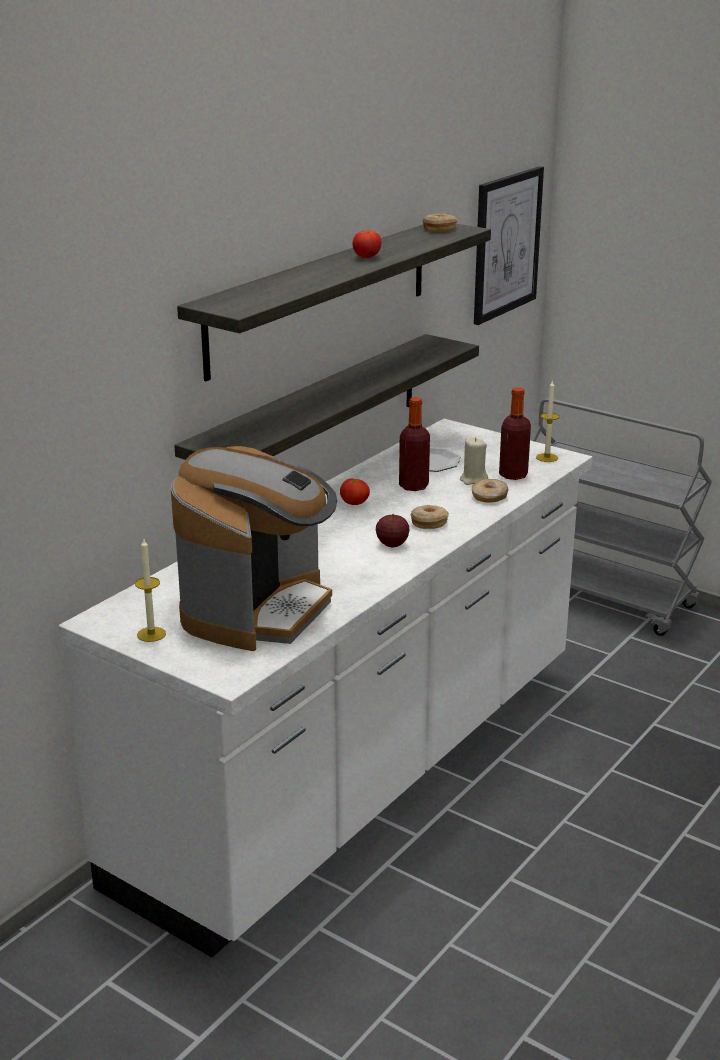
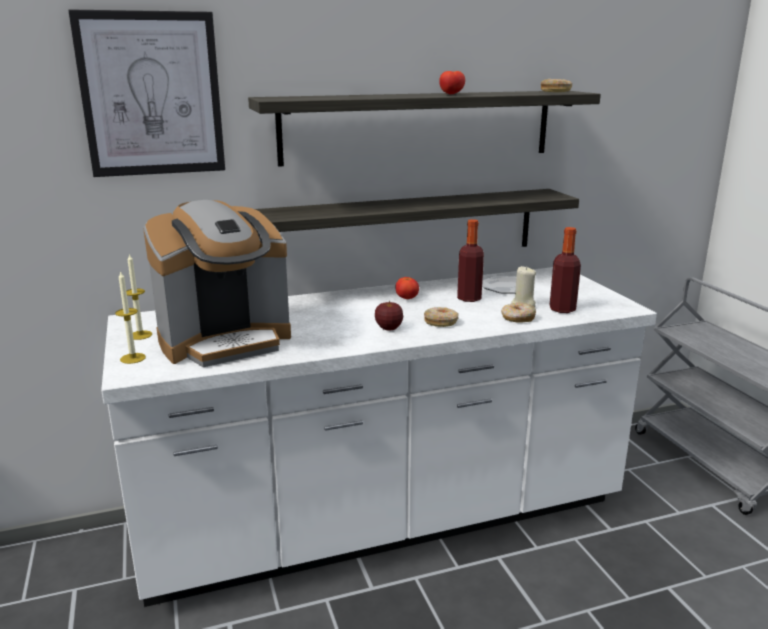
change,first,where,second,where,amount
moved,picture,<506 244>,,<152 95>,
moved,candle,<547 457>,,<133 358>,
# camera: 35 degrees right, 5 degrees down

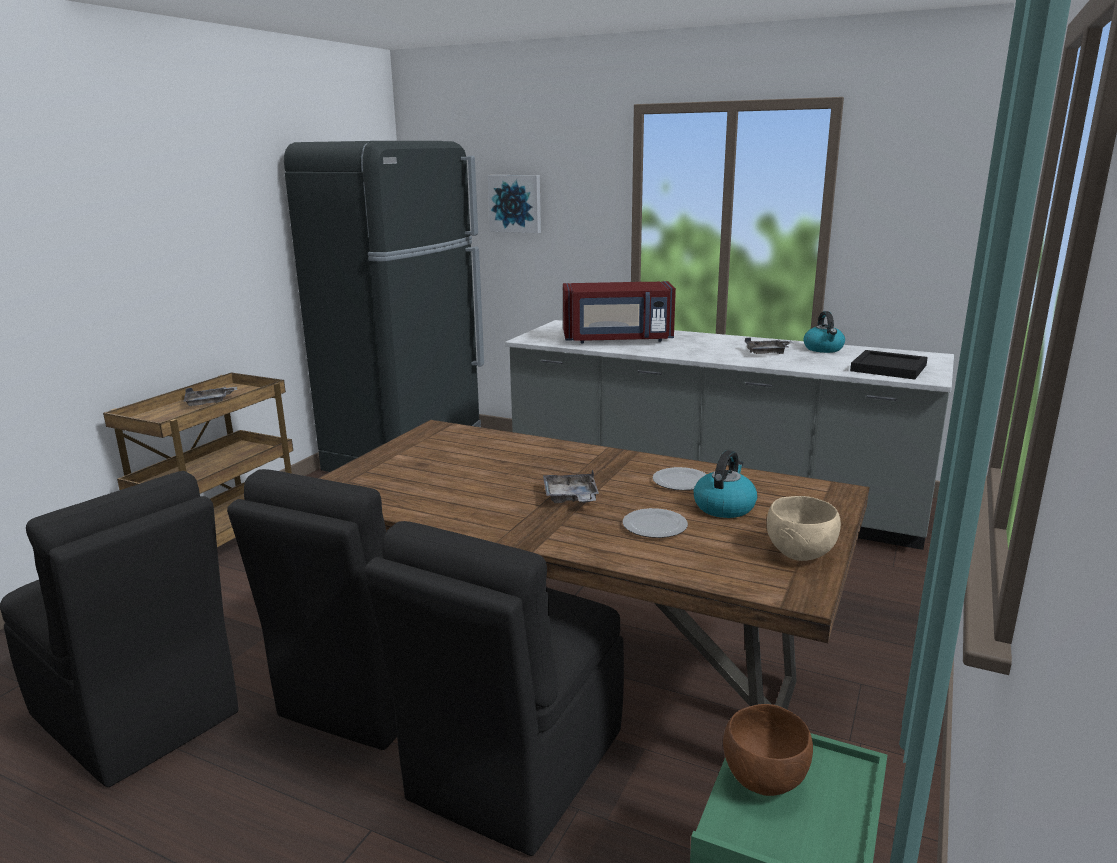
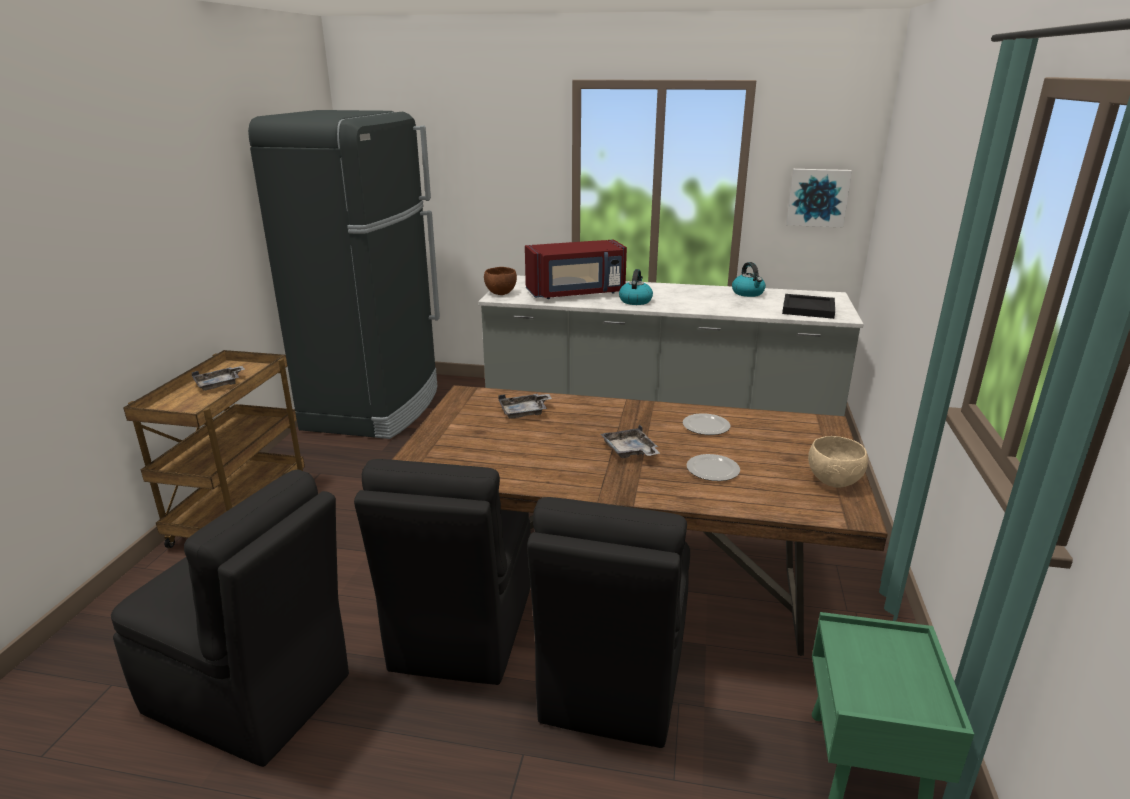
change,first,where,second,where,amount
moved,picture,<515 203>,,<817 197>,
moved,kettle,<724 507>,,<635 301>,
moved,bowl (brown),<763 780>,,<500 293>,
moved,tray (grey),<768 353>,,<525 412>,
# camera: 15 degrees left, 5 degrees up

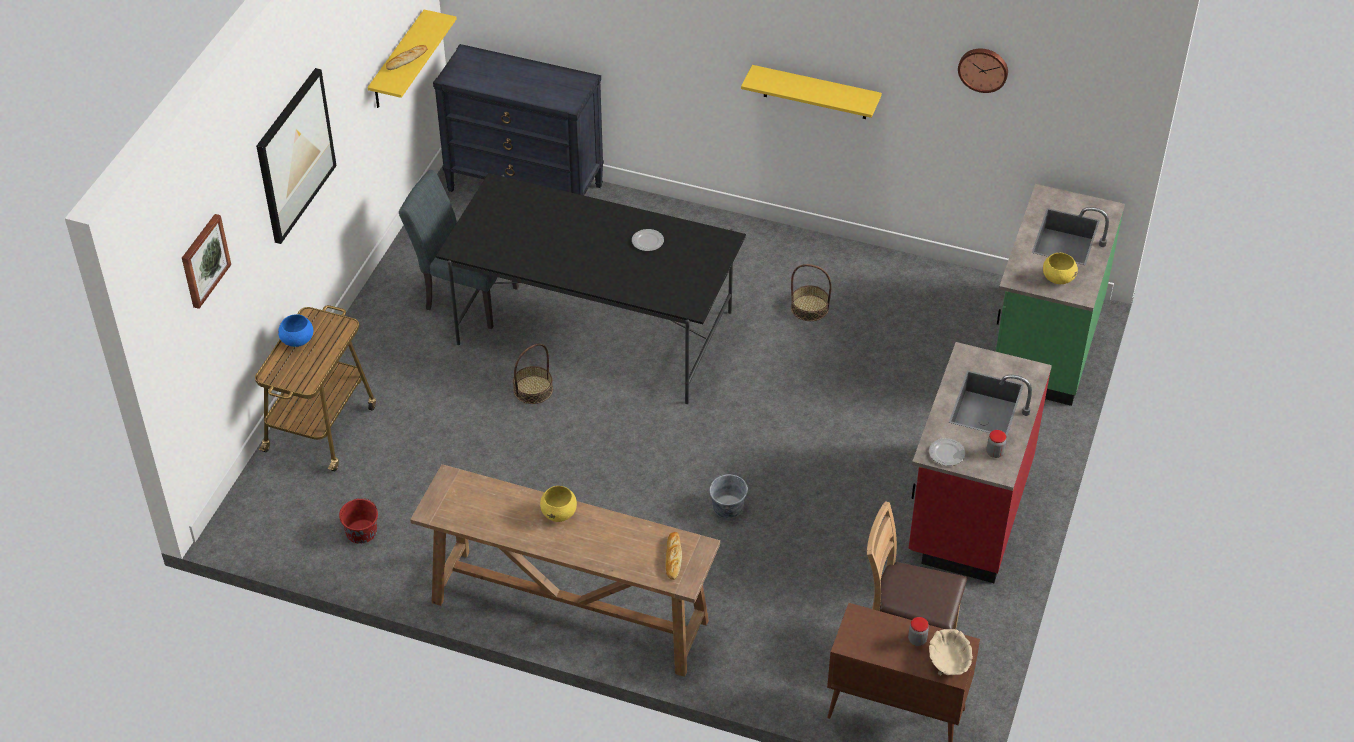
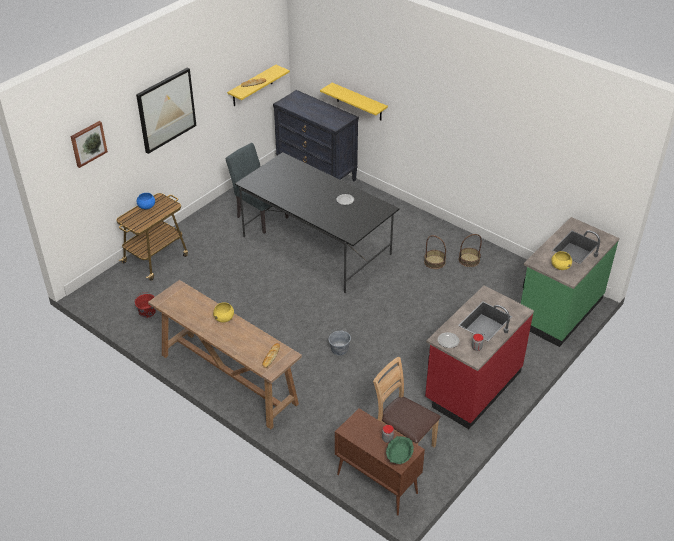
change,first,where,second,where,amount
moved,basket,<533 390>,,<469 260>,
moved,shelf (yellow),<815 92>,,<359 102>,
recoloured,bowl (beige),<949 664>,bowl (green),<399 457>,
removed,wall clock,<983 69>,,,
# camera: 20 degrees right, 5 degrees down

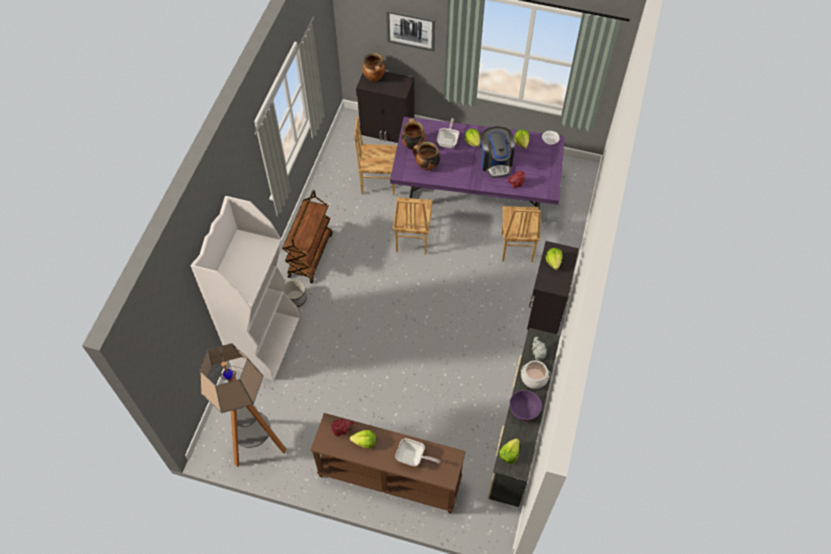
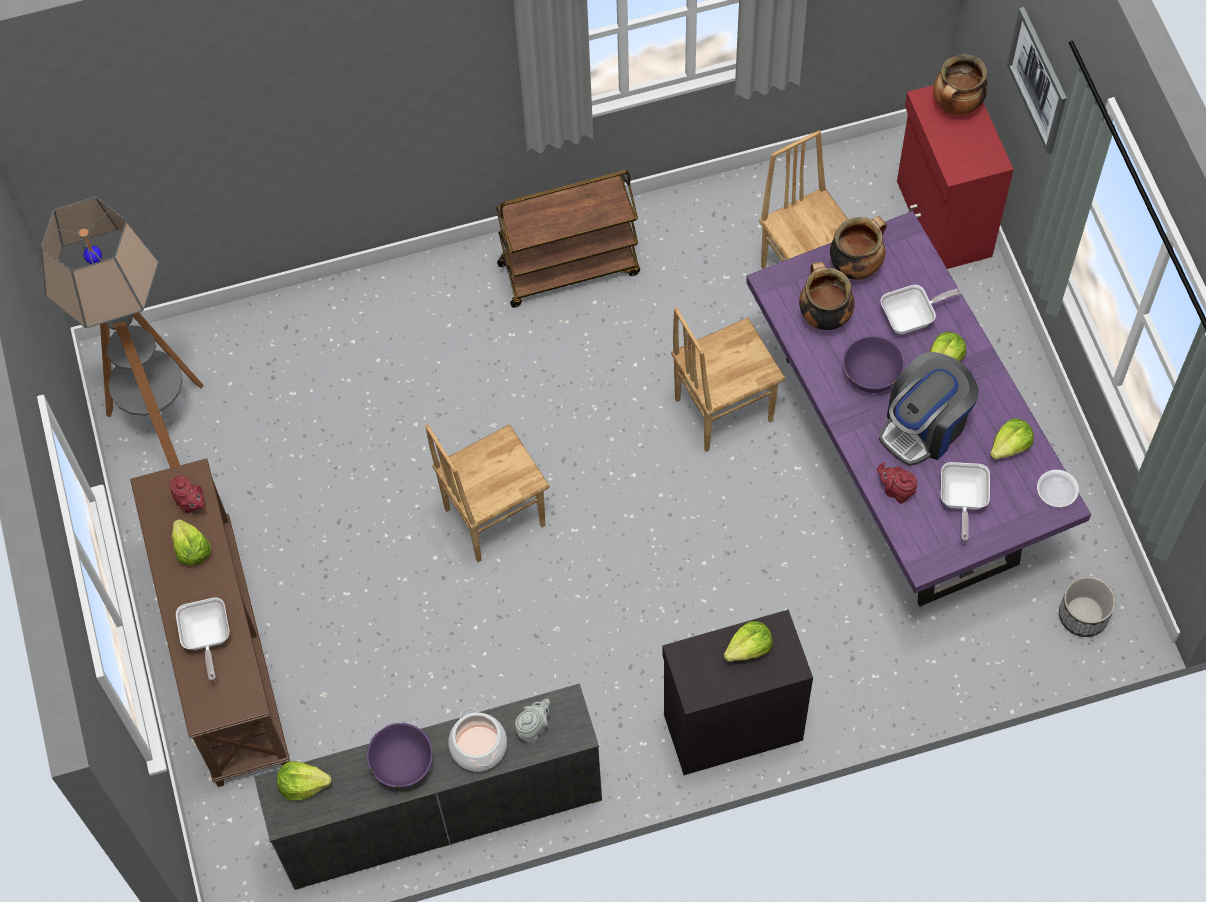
change,first,where,second,where,amount
removed,bookcase (white),<266 343>,,,
moved,planter,<296 298>,,<1083 615>,
recoloured,cabinet (black),<387 131>,cabinet (red),<942 220>,
moved,chair (brown),<516 247>,,<493 516>,
added,,,bowl (purple),<871 375>,
added,,,frying pan,<961 501>,
# camera: 60 degrees right, 5 degrees up

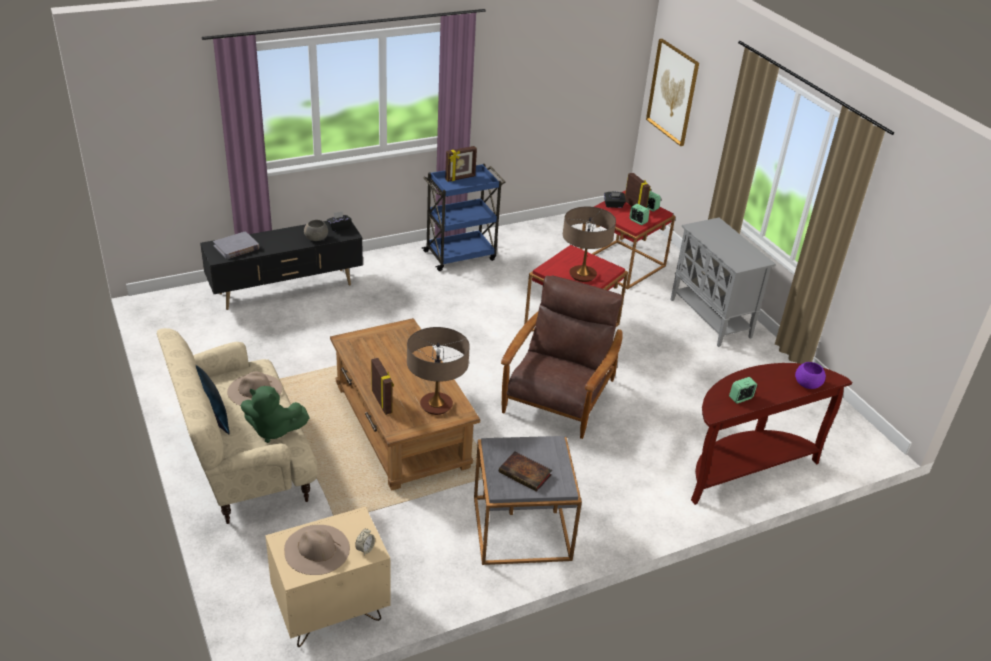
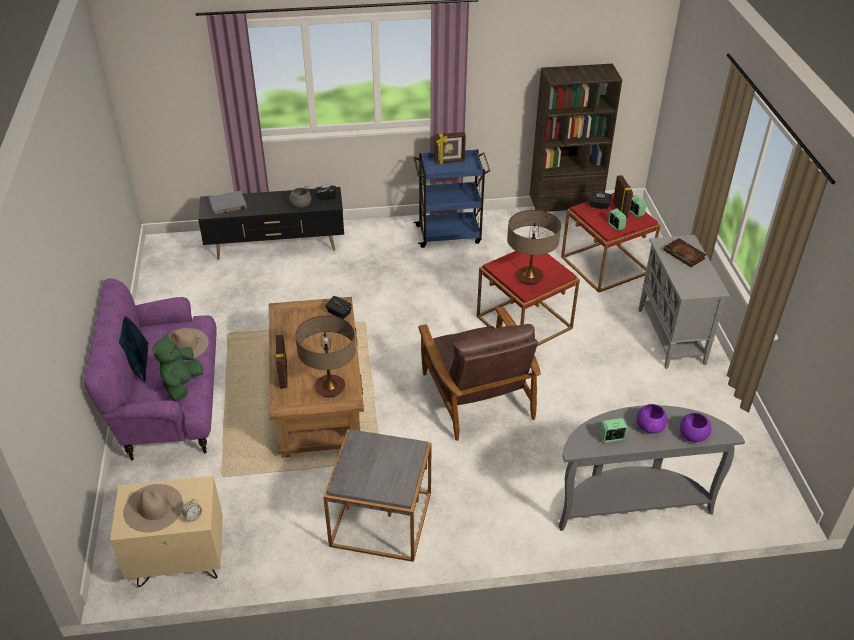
change,first,where,second,where,amount
recoloured,sofa (beige),<243 461>,sofa (purple),<170 404>,
turned,plush toy (green),<273 430>,,<182 385>,75 degrees clockwise
moved,book,<526 474>,,<685 255>,
turned,armchair (brown),<558 397>,,<476 394>,120 degrees clockwise
removed,picture,<673 92>,,,
recoloured,console table (brown),<744 468>,console table (grey),<630 503>,
added,,,tissue box (black),<339 313>,
added,,,bookcase (brown),<564 214>,
added,,,bowl (purple),<650 426>,
# camera: 20 degrees right, 5 degrees up

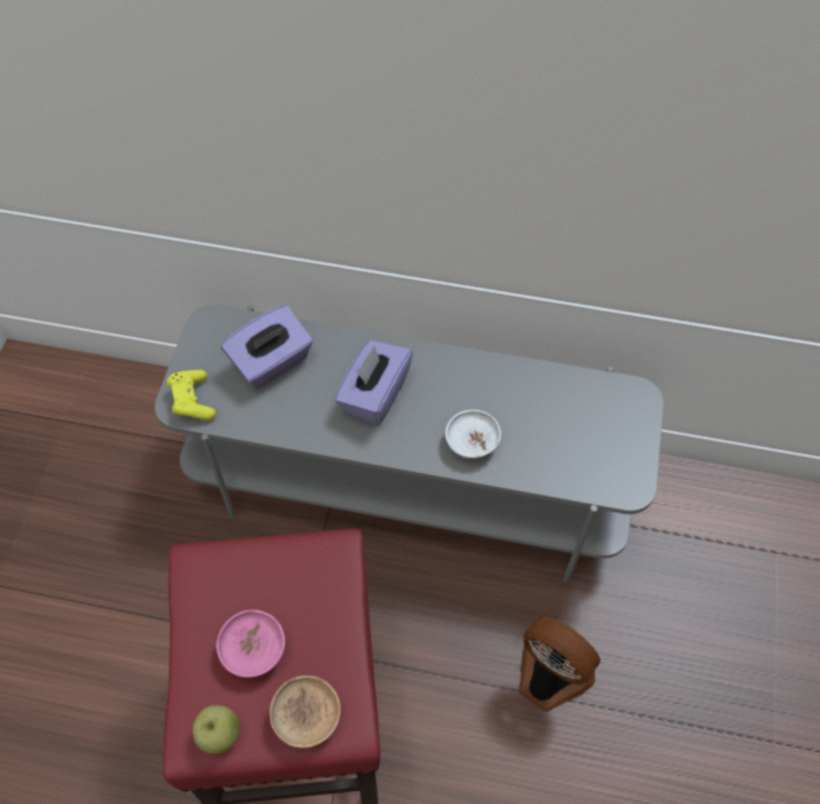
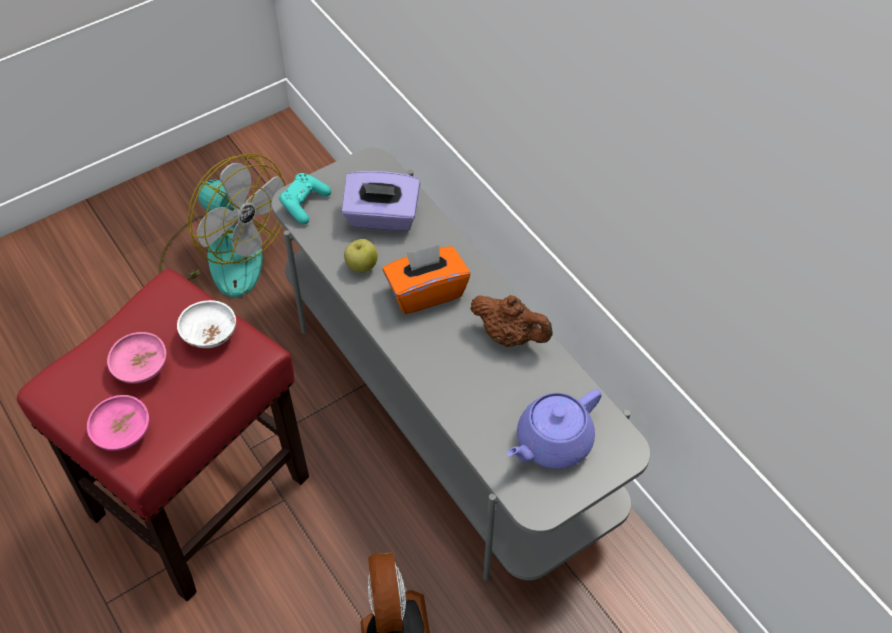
change,first,where,second,where,amount
recoloured,game controller (yellow),<192 401>,game controller (turquoise),<304 204>,
moved,apple,<219 734>,,<361 266>,
recoloured,bowl (brown),<307 716>,bowl (pink),<122 432>,
recoloured,tissue box (purple),<374 394>,tissue box (orange),<426 292>,
moved,bowl (white),<471 442>,,<209 334>,
added,,,fan,<223 253>,
added,,,teapot (brown),<510 336>,
added,,,teapot (purple),<552 443>,
# camera: 45 degrees right, 5 degrees down

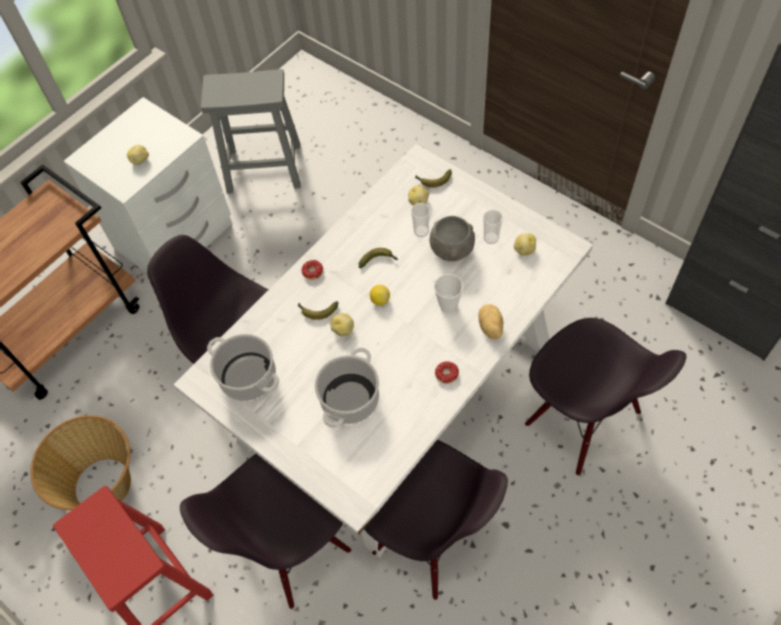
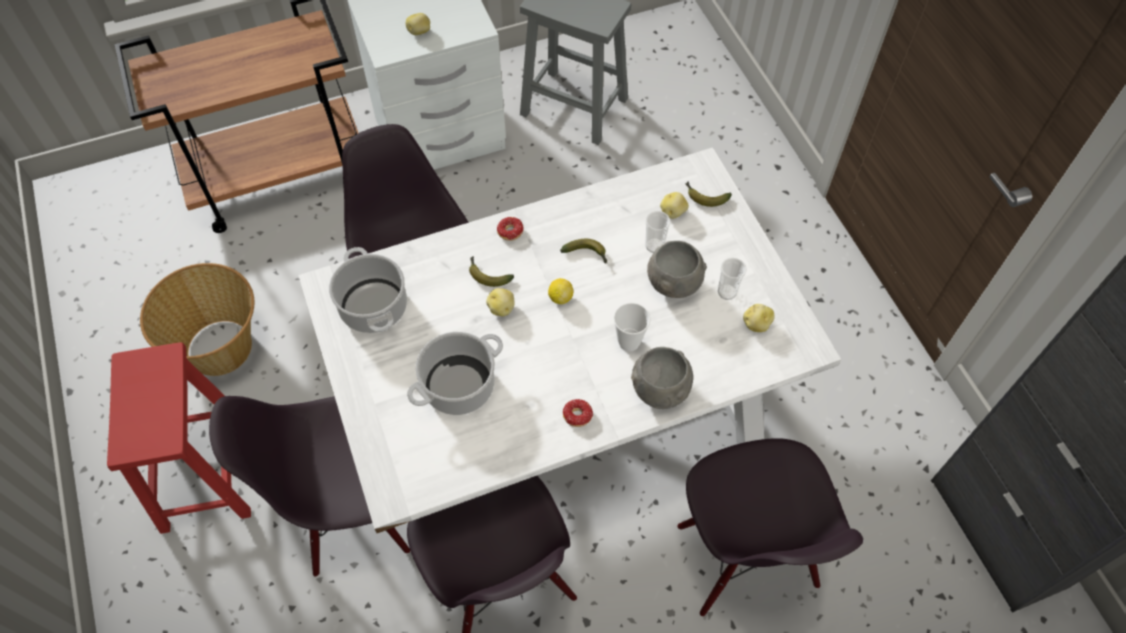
change,first,where,second,where,amount
replaced,potato,<490 328>,bowl (grey),<659 390>,
# camera: 25 degrees right, 0 degrees up

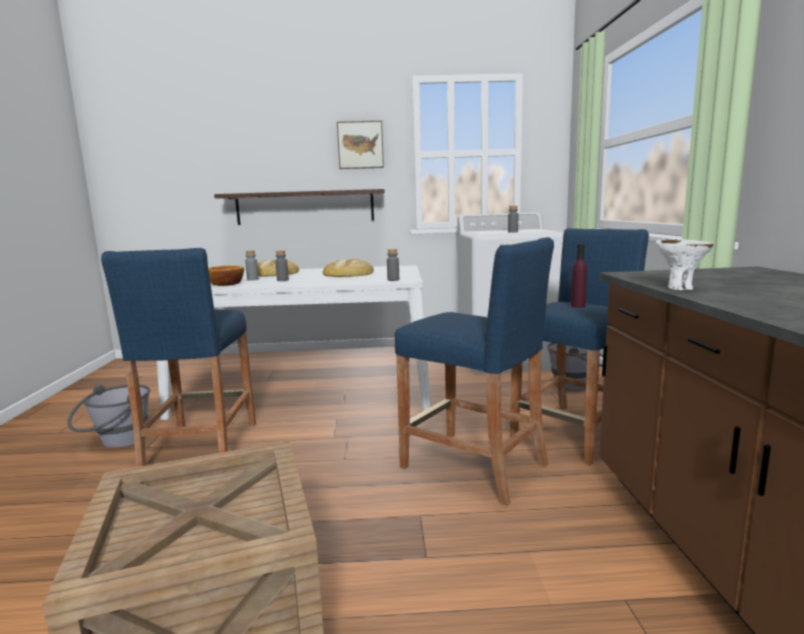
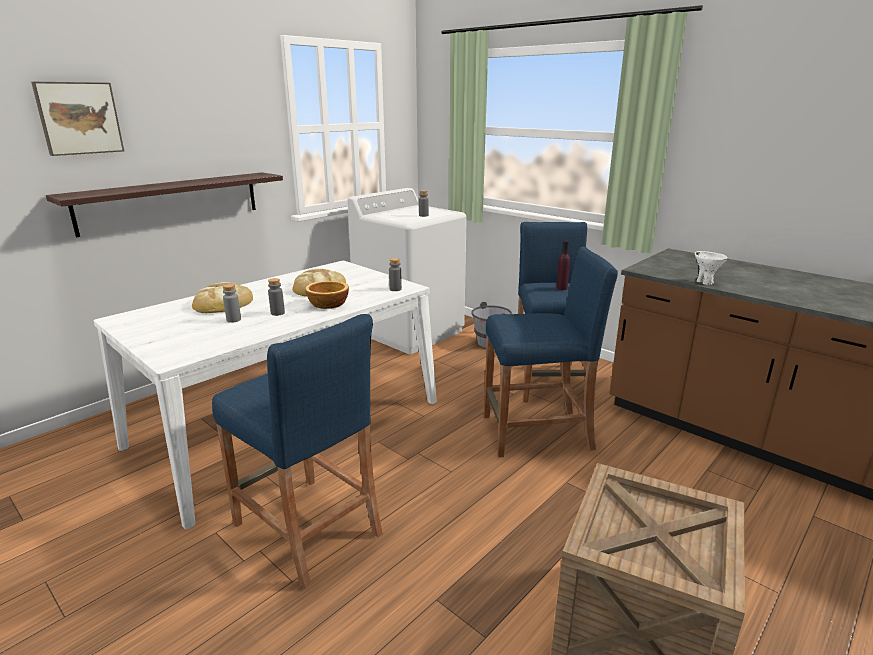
change,first,where,second,where,amount
removed,bucket (grey),<116 443>,,,
moved,bowl,<225 284>,,<327 304>,
moved,picture,<360 145>,,<79 118>,
# camera: 45 degrees left, 10 degrees up

